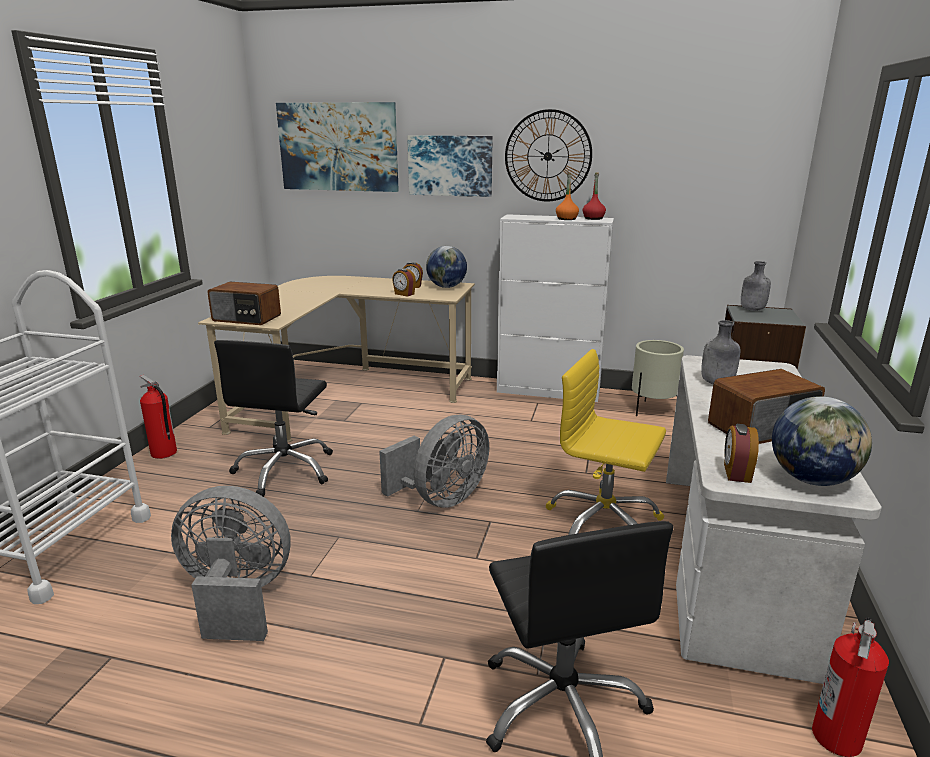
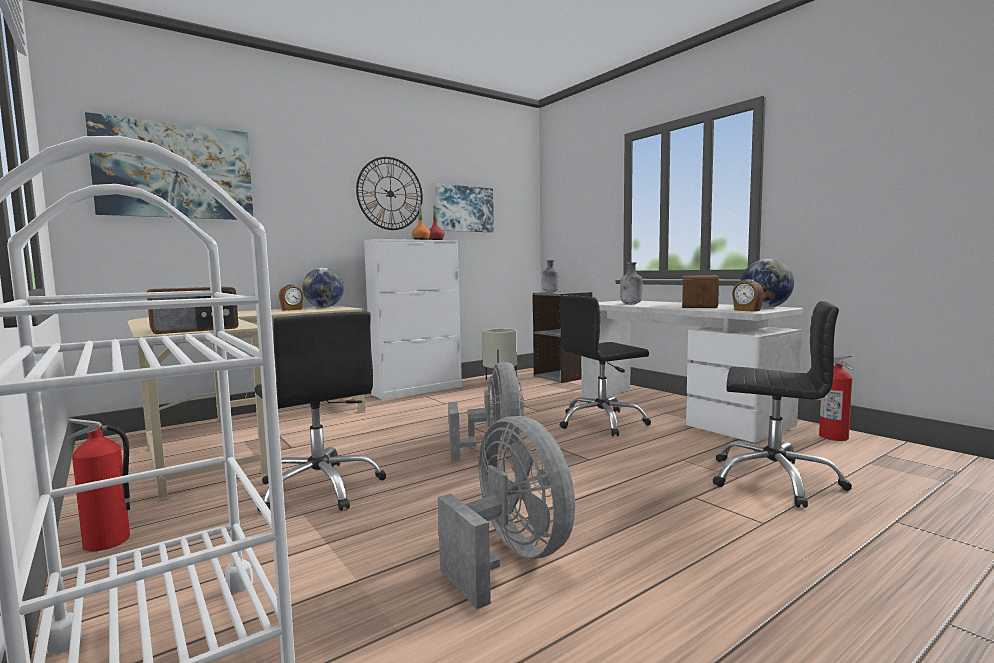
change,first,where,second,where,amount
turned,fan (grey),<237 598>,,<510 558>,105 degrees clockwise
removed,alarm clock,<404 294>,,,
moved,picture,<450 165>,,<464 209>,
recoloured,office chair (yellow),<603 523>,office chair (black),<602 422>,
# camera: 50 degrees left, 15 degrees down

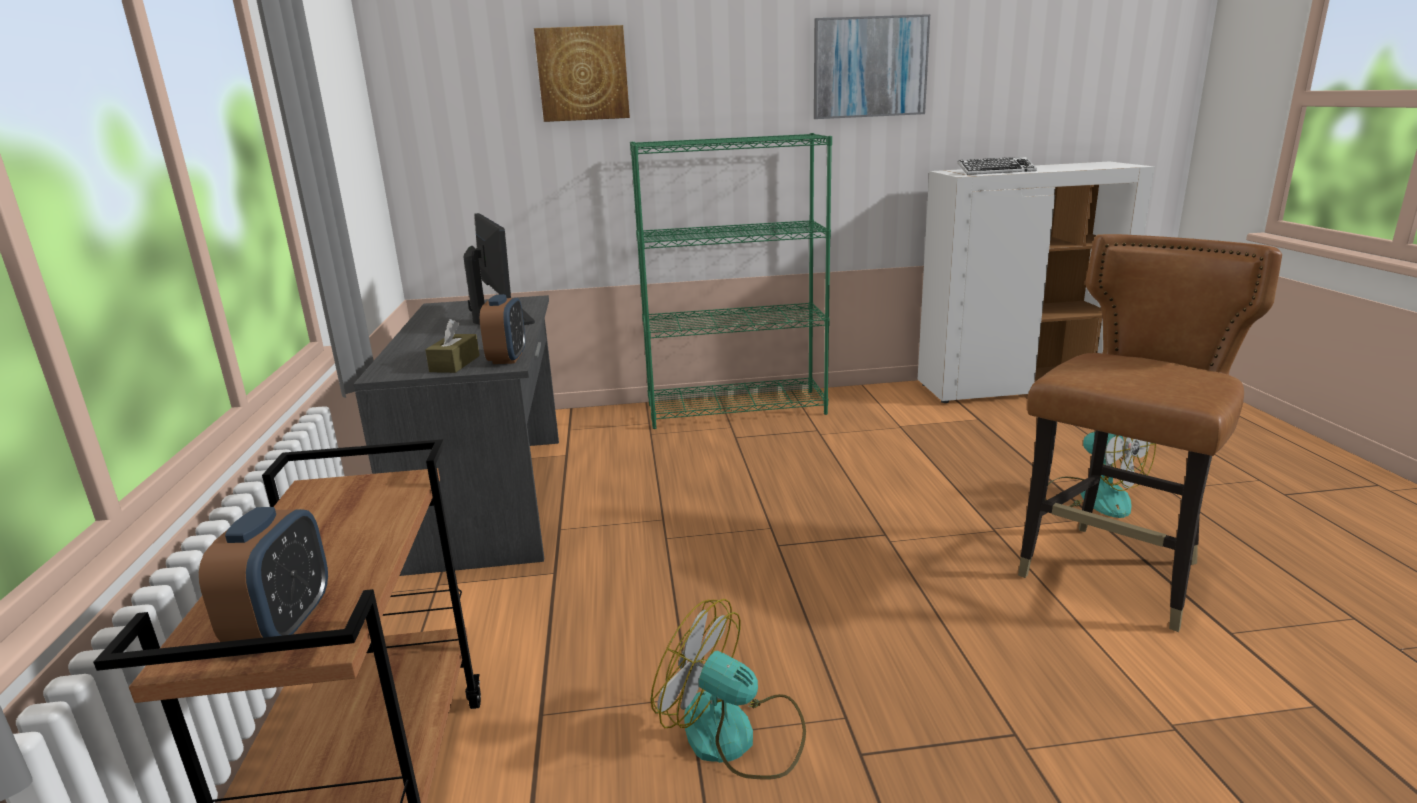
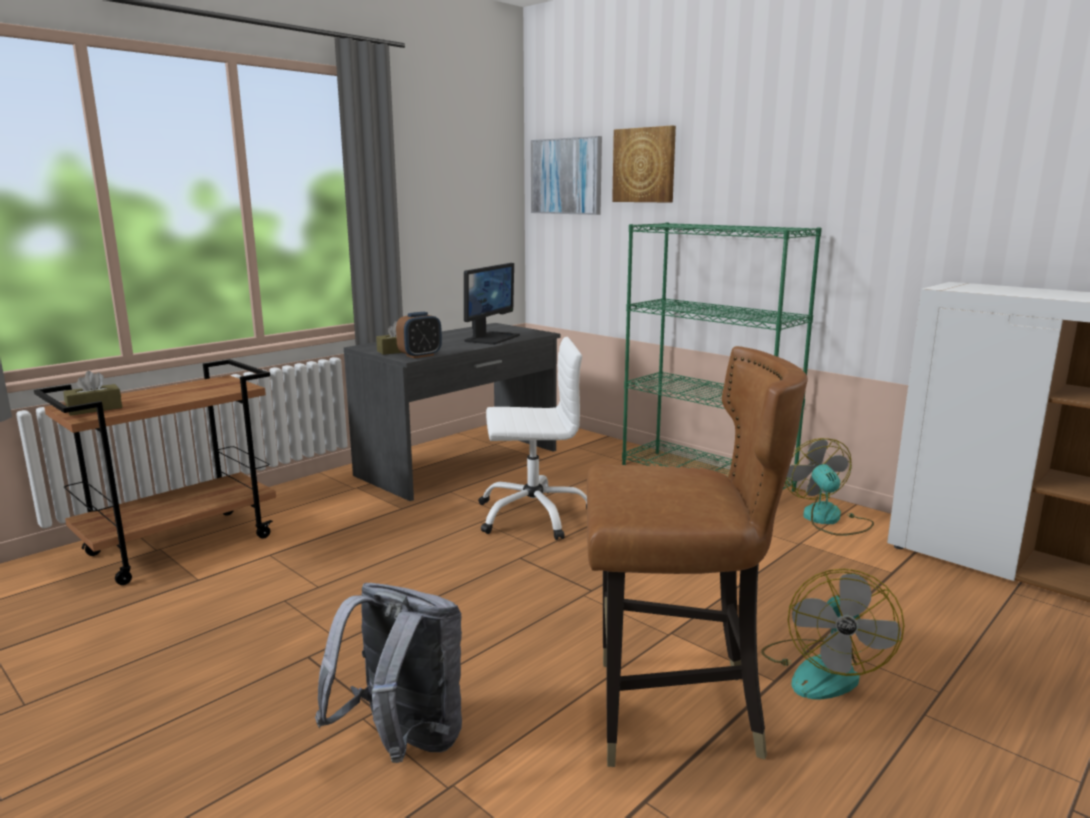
change,first,where,second,where,amount
replaced,alarm clock,<283 625>,tissue box (brown),<94 409>,
moved,fan,<735 737>,,<828 519>,
moved,picture,<869 67>,,<566 176>,
removed,keyboard,<996 171>,,,
added,,,backpack (grey),<403 744>,
added,,,office chair (white),<533 515>,
# camera: 50 degrees right, 5 degrees down

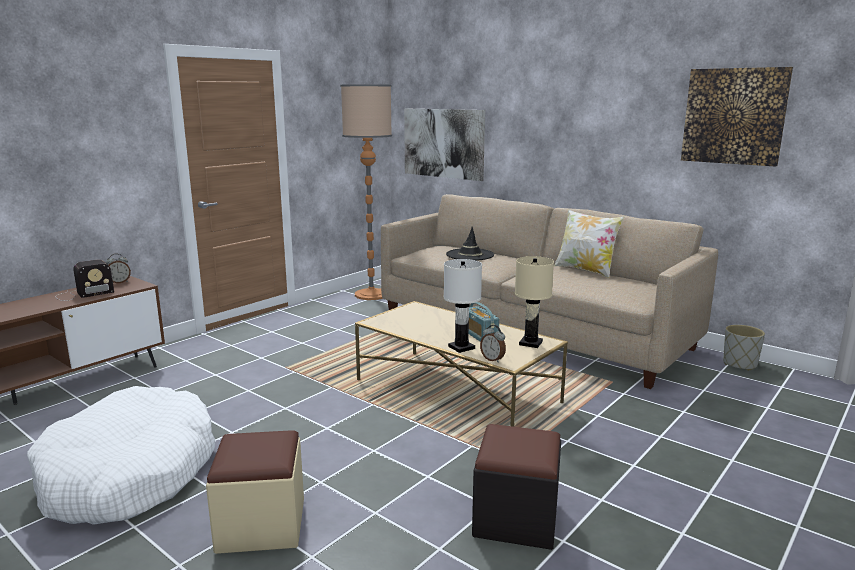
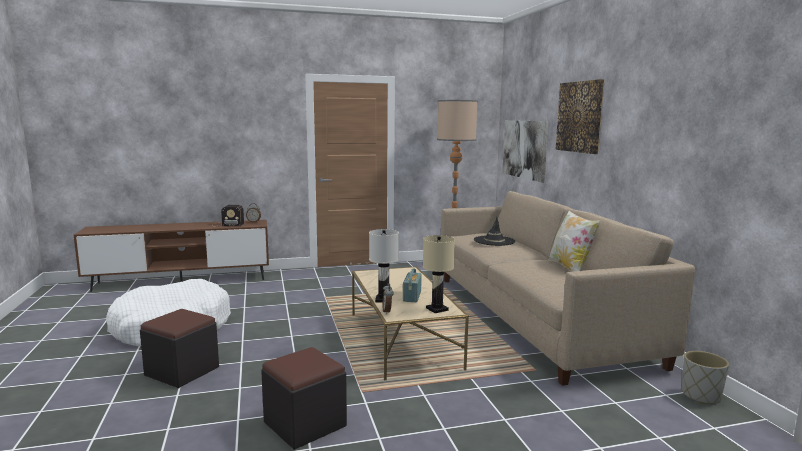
change,first,where,second,where,amount
recoloured,ottoman (beige),<261 525>,ottoman (black),<182 371>,
moved,picture,<734 116>,,<580 117>,
# camera: 35 degrees right, 5 degrees down

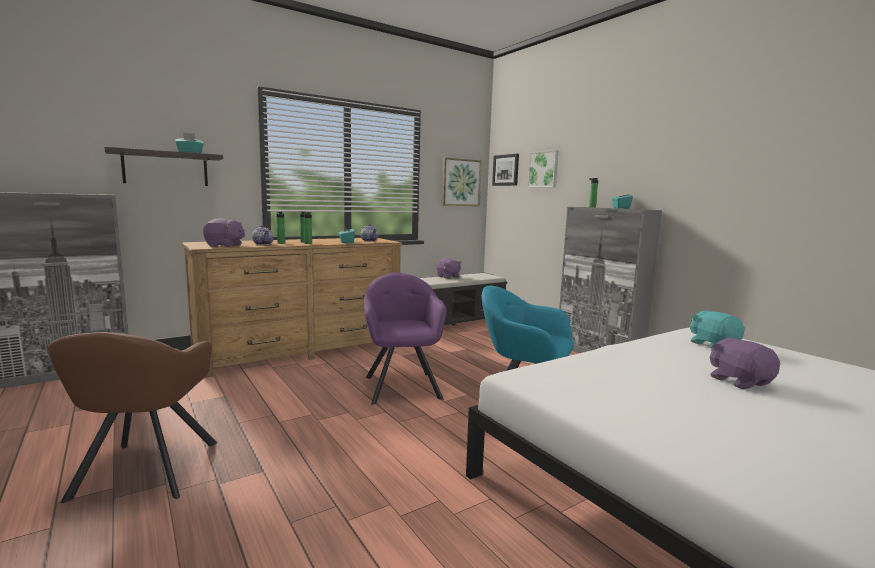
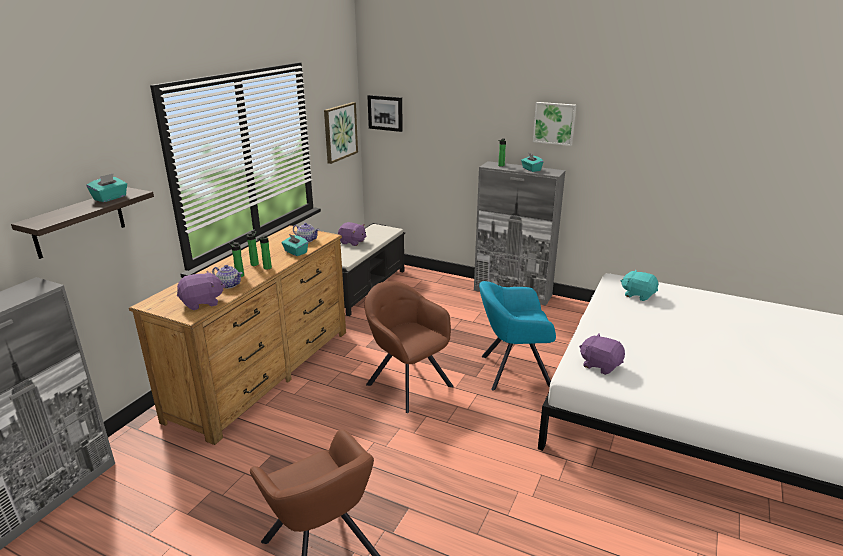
change,first,where,second,where,amount
recoloured,armchair (purple),<402 386>,armchair (brown),<407 383>,
moved,picture,<544 169>,,<554 123>,
moved,plush toy (purple),<739 381>,,<600 365>,
# camera: 30 degrees left, 15 degrees up

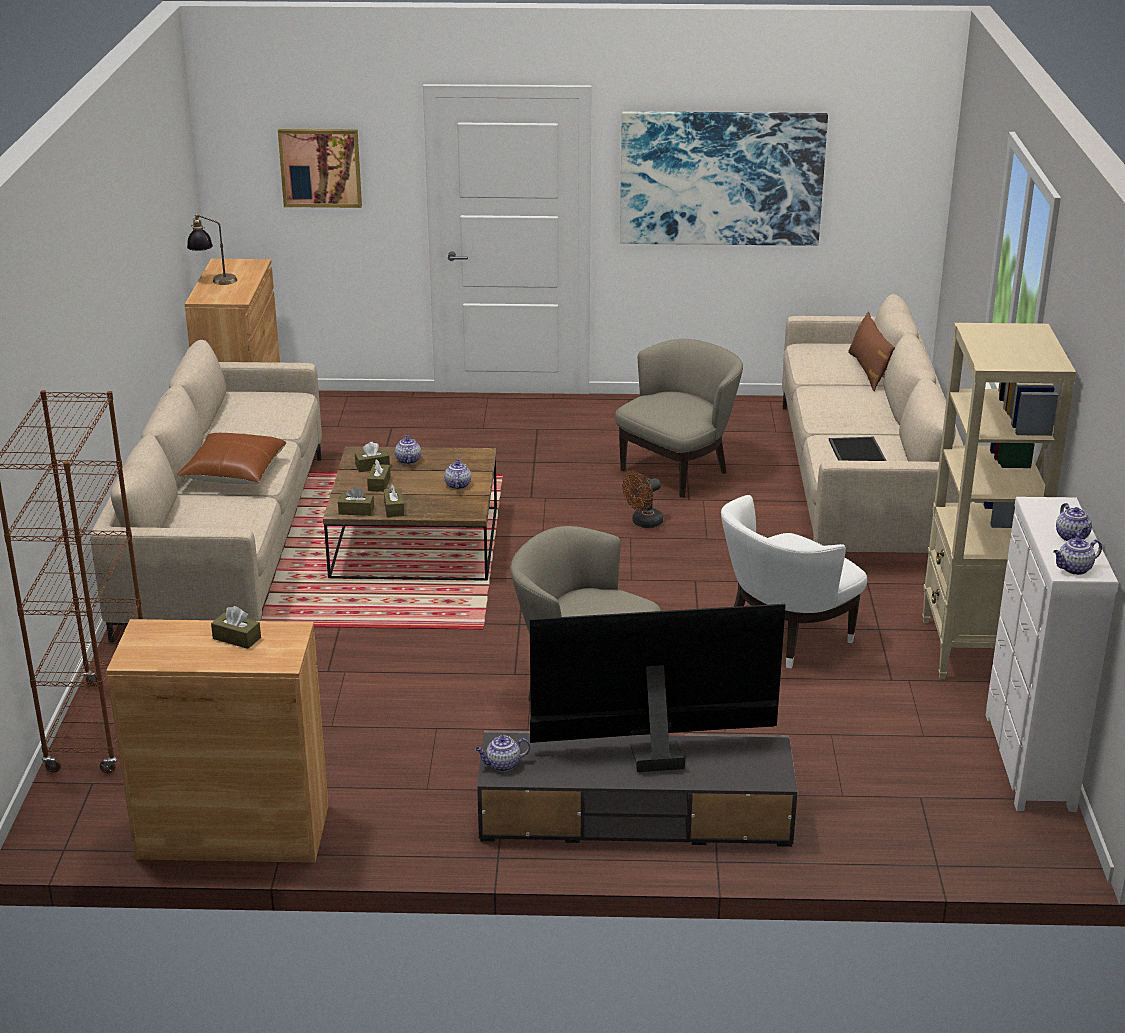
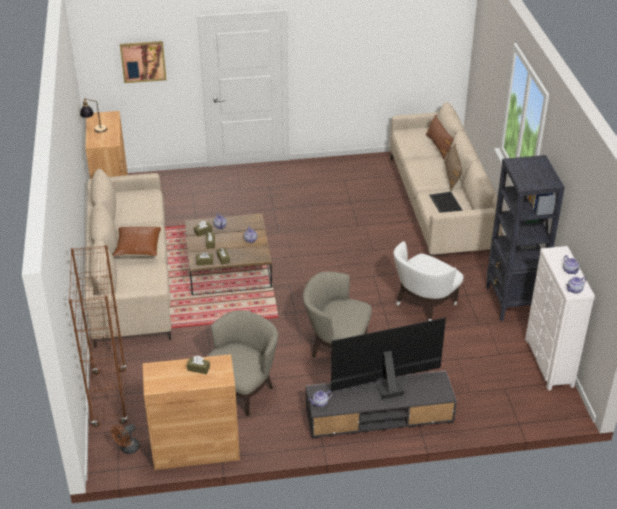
change,first,where,second,where,amount
moved,armchair (beige),<678 471>,,<242 389>,
removed,picture,<721 178>,,,
moved,fan (brown),<643 523>,,<127 449>,
recoloured,bookcase (beige),<972 650>,bookcase (black),<512 302>,
added,,,pillow (brown),<452 176>,
# camera: 10 degrees left, 10 degrees up

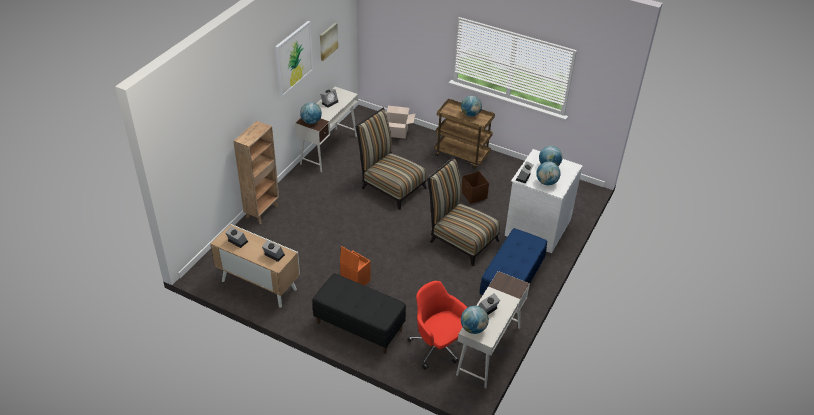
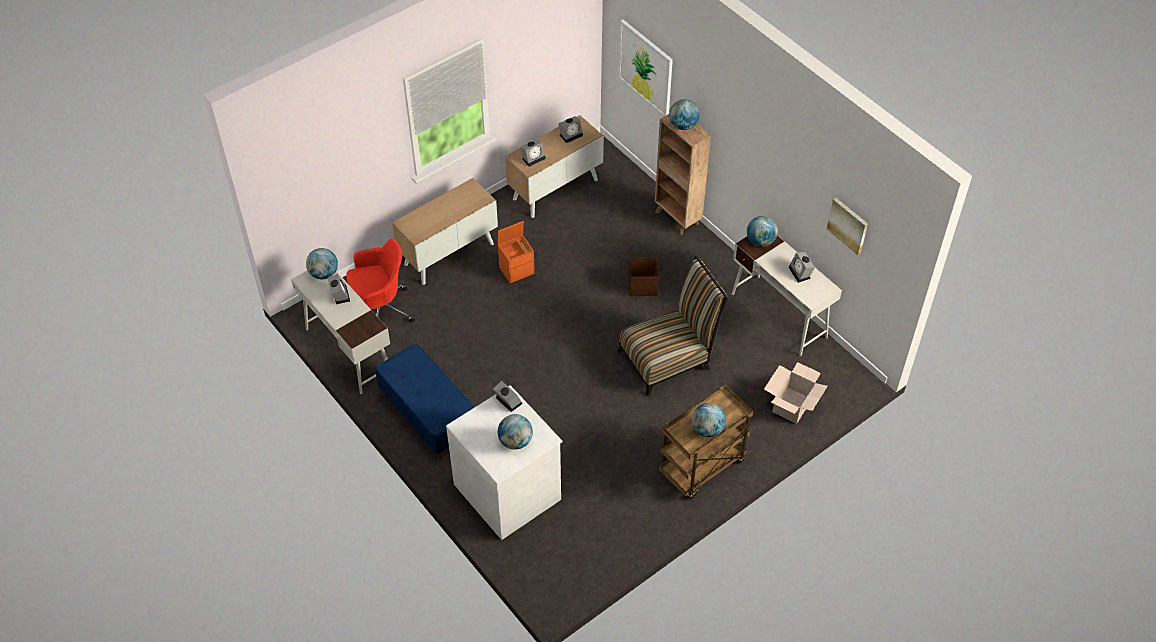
change,first,where,second,where,amount
moved,picture,<293 58>,,<646 68>,
replaced,bench (black),<358 326>,cabinet,<449 253>,
removed,chair,<460 239>,,,
moved,storage box (brown),<474 195>,,<642 286>,
moved,globe,<546 182>,,<683 125>,
# camera: 115 degrees right, 10 degrees up

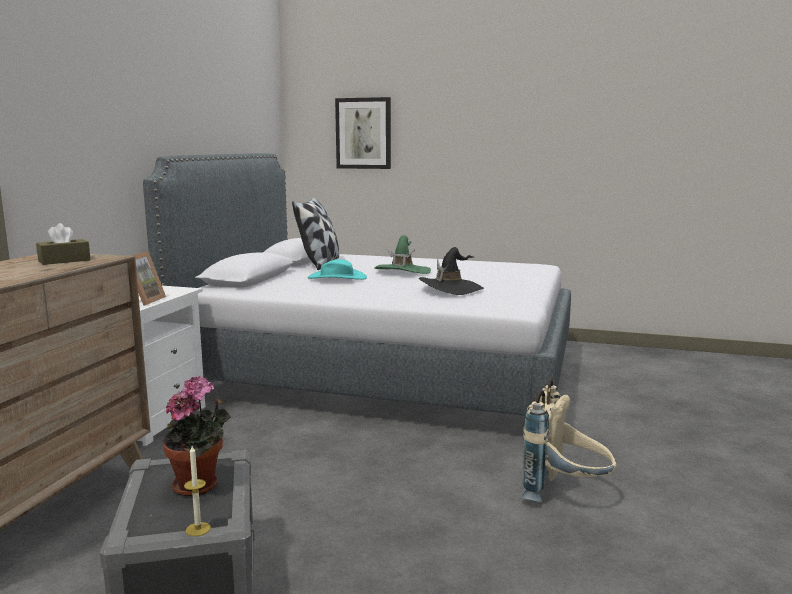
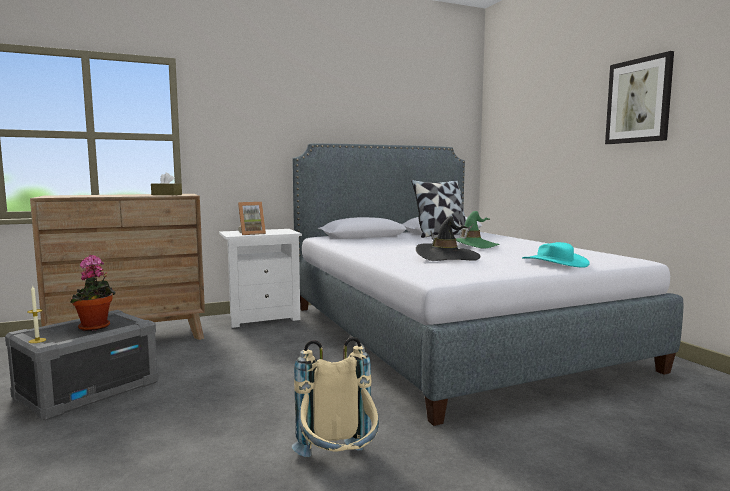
change,first,where,second,where,amount
moved,hat (turquoise),<337 278>,,<554 262>,
moved,picture,<363 133>,,<639 101>,
# camera: 50 degrees right, 5 degrees down

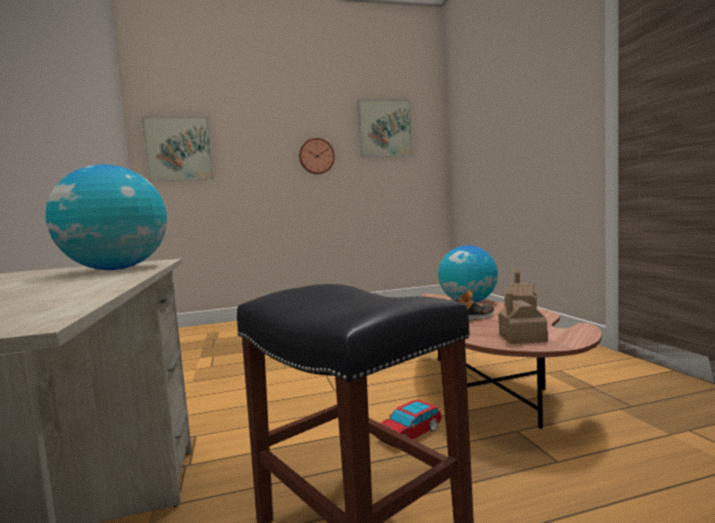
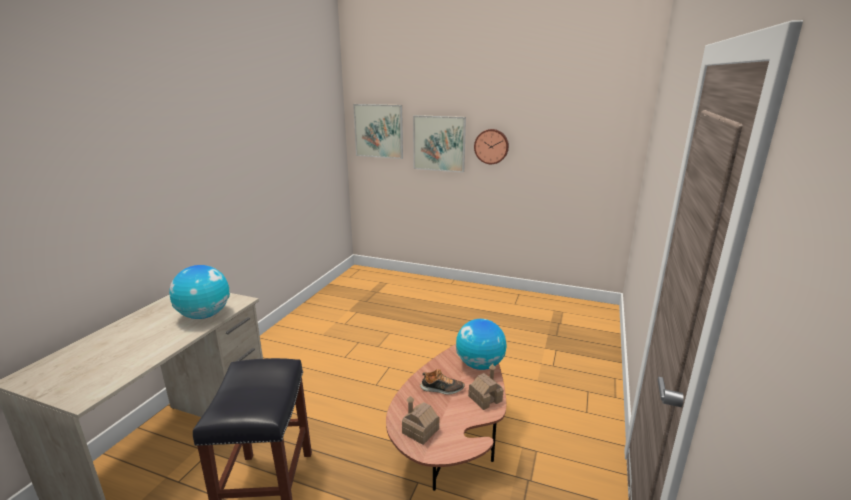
change,first,where,second,where,amount
moved,picture,<385 128>,,<439 143>,
removed,toy car,<409 434>,,,
# camera: 35 degrees right, 15 degrees up

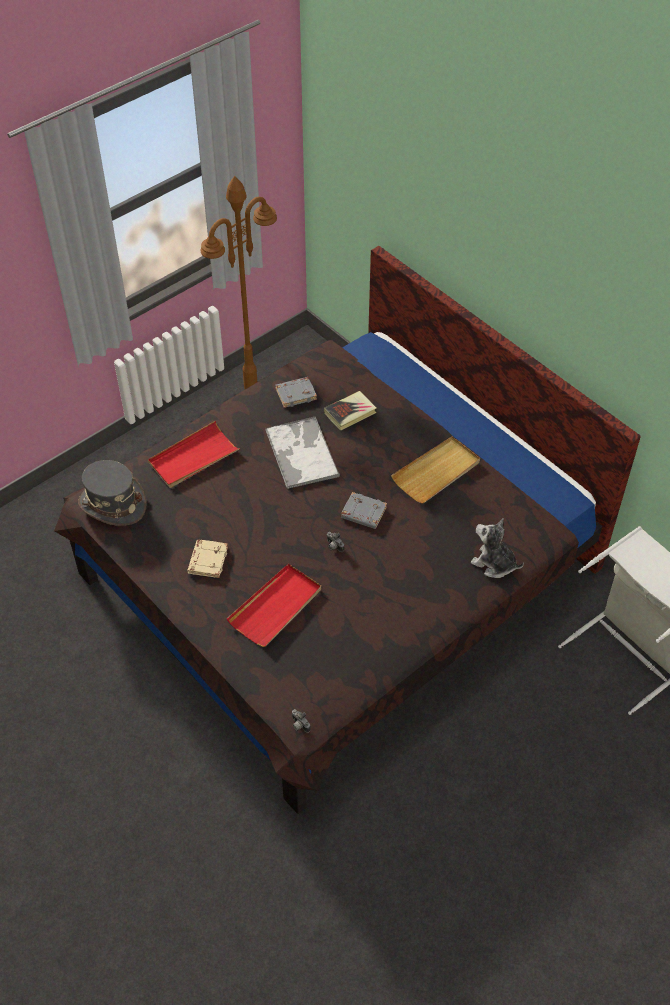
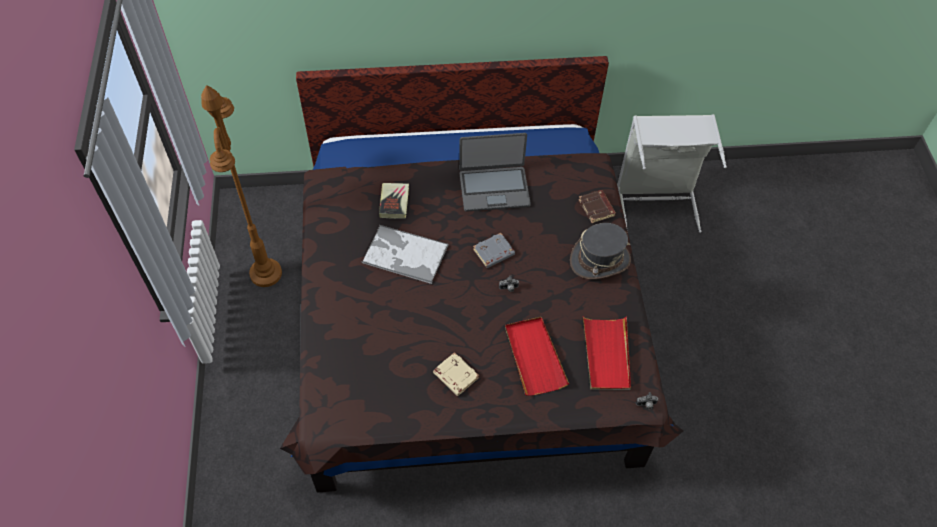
change,first,where,second,where,amount
moved,hat (grey),<112 504>,,<600 260>,
moved,tray (red),<193 457>,,<606 354>,
removed,book (grey),<296 394>,,,
replaced,tray (beige),<436 472>,laptop,<494 188>,
replaced,plush toy,<494 563>,book (brown),<597 208>,
# camera: 55 degrees left, 5 degrees up

